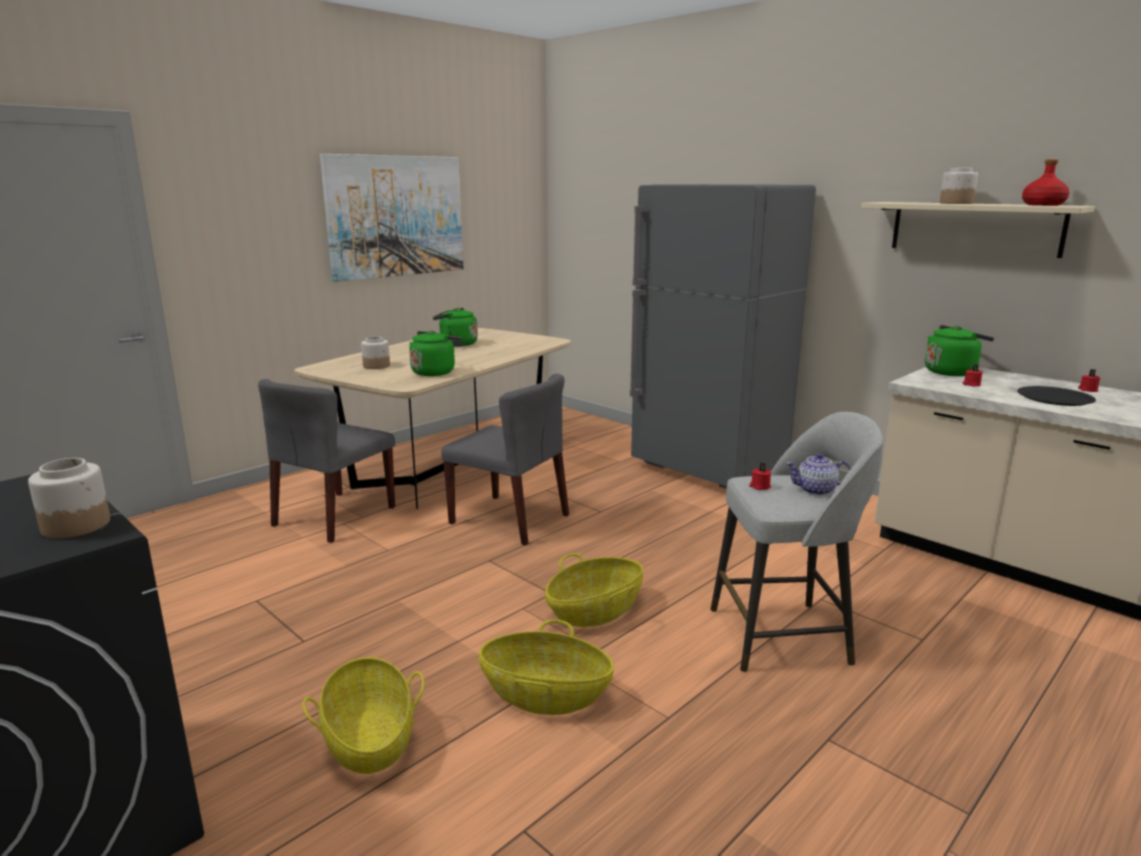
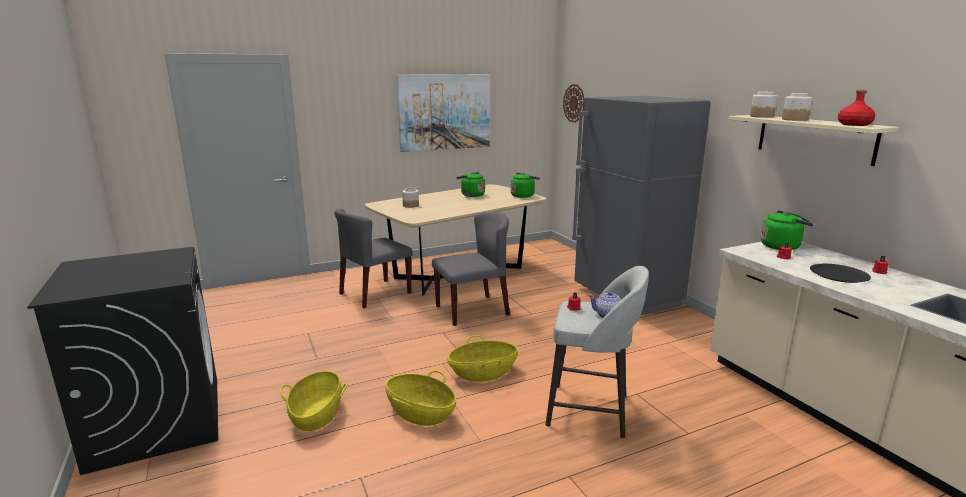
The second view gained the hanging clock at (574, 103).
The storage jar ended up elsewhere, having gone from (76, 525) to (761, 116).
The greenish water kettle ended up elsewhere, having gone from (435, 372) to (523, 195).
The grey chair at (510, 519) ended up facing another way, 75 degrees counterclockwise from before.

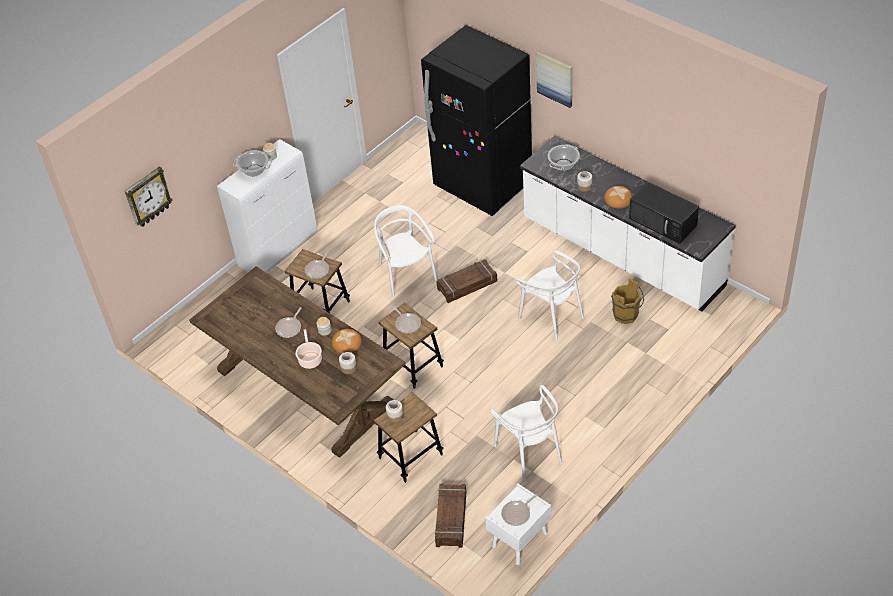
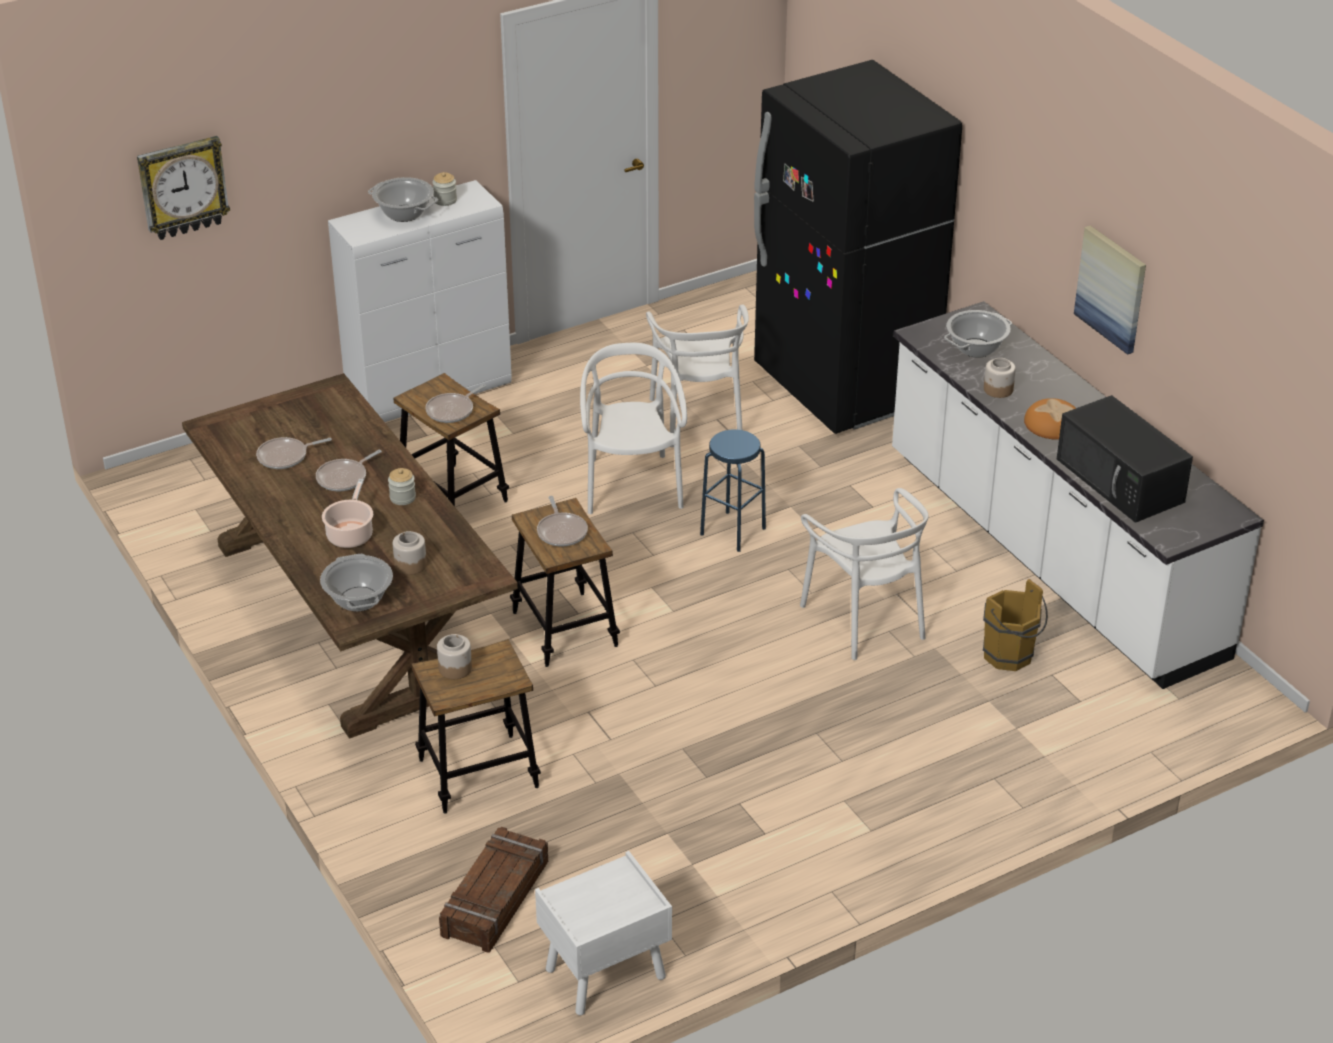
The second view lost the bakery bread at (347, 343).
The second view gained the cooking pot at (359, 599).
The whitish chair ended up elsewhere, having gone from (529, 452) to (699, 418).
The pan ended up elsewhere, having gone from (517, 514) to (285, 457).
The wall picture ended up elsewhere, having gone from (555, 78) to (1111, 289).
Where the packing crate stood at (467, 285), the blue sitting stool came to stand at (733, 531).

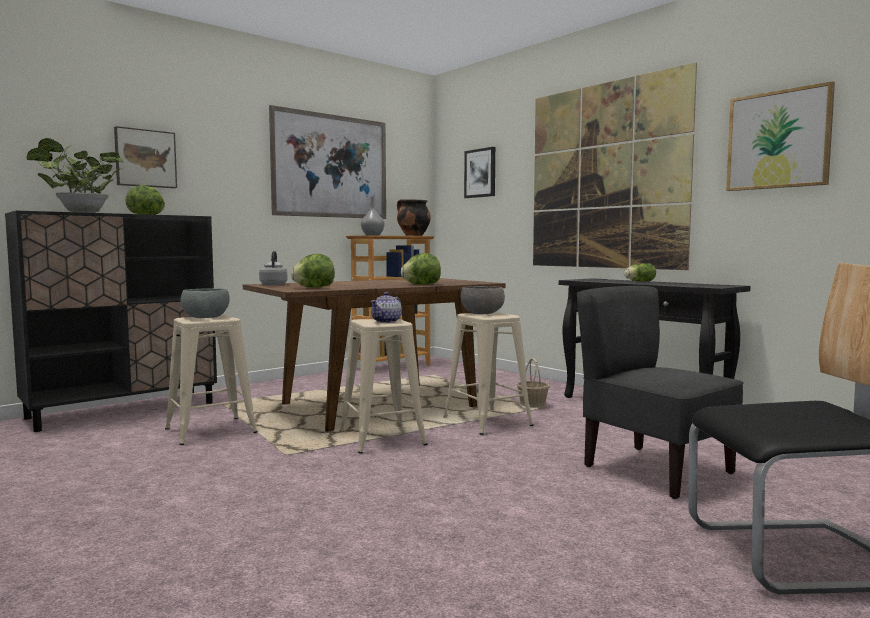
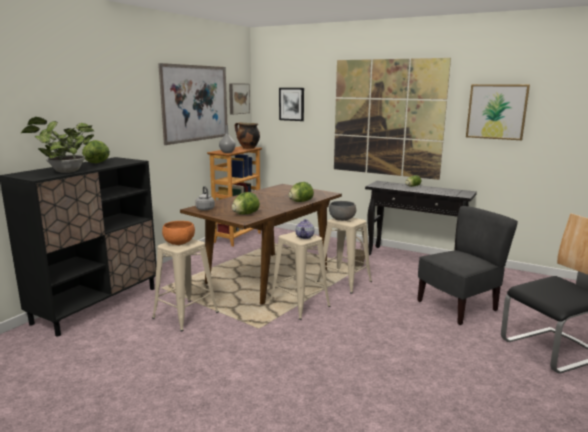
The wall picture ended up elsewhere, having gone from (145, 158) to (238, 98).
What was the grey deep dish at (205, 317) turned into the orangey deep dish at (179, 243).
The grey chair at (655, 470) ended up facing another way, 120 degrees clockwise from before.

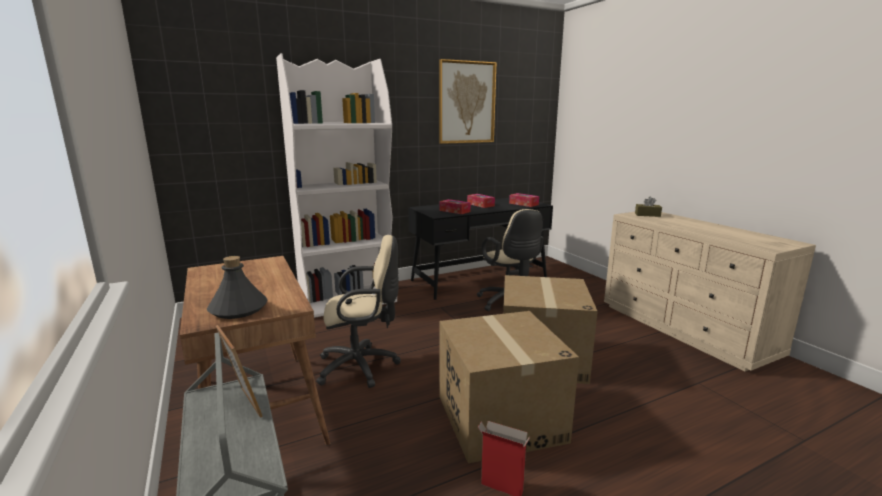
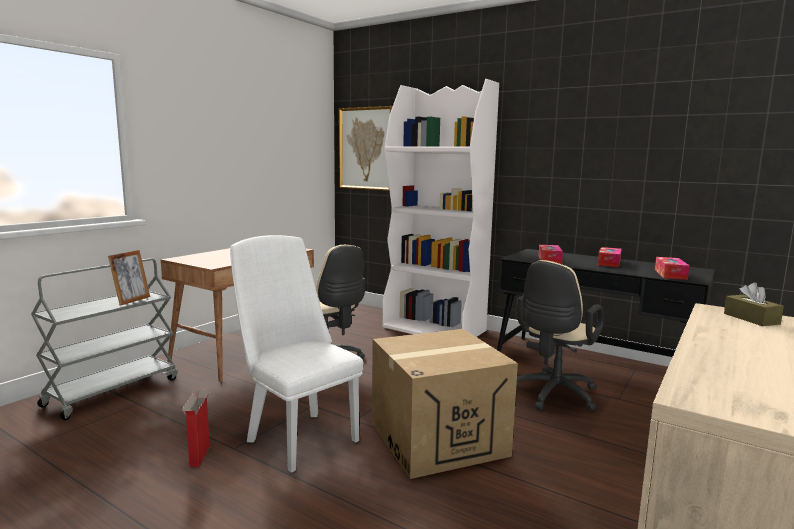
The second view lost the grey bottle at (238, 309).
The wall picture ended up elsewhere, having gone from (466, 102) to (366, 148).
Where the cardboard box stood at (499, 418), the whitish chair came to stand at (297, 436).

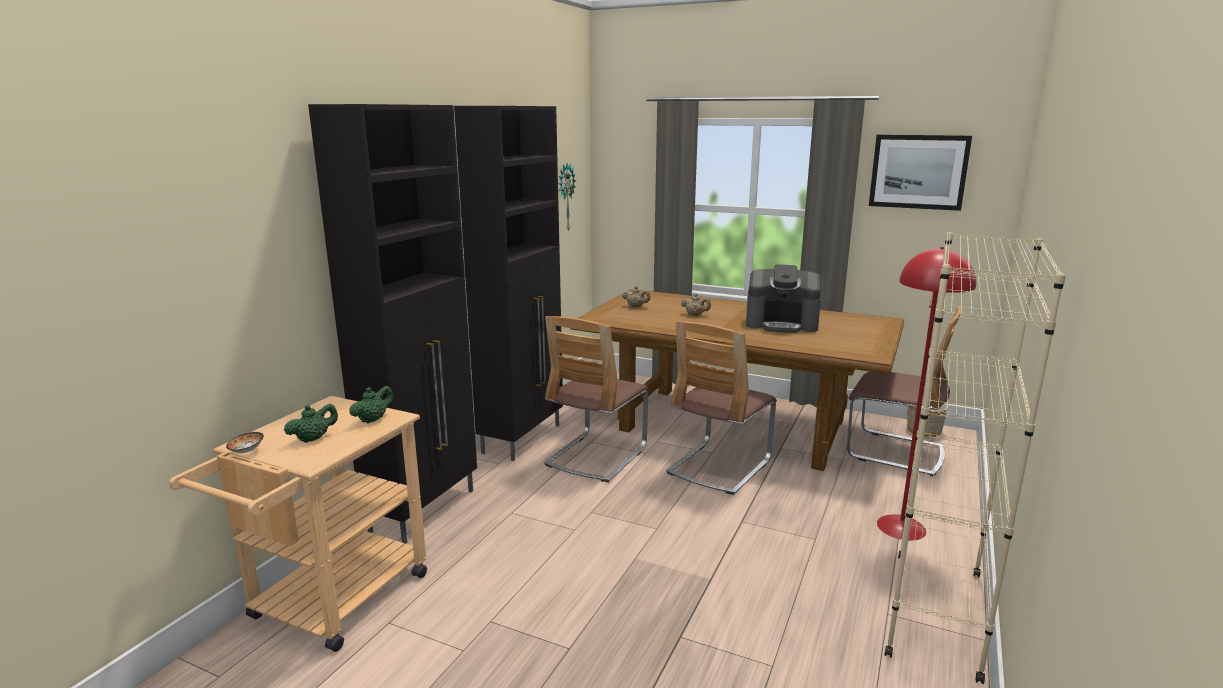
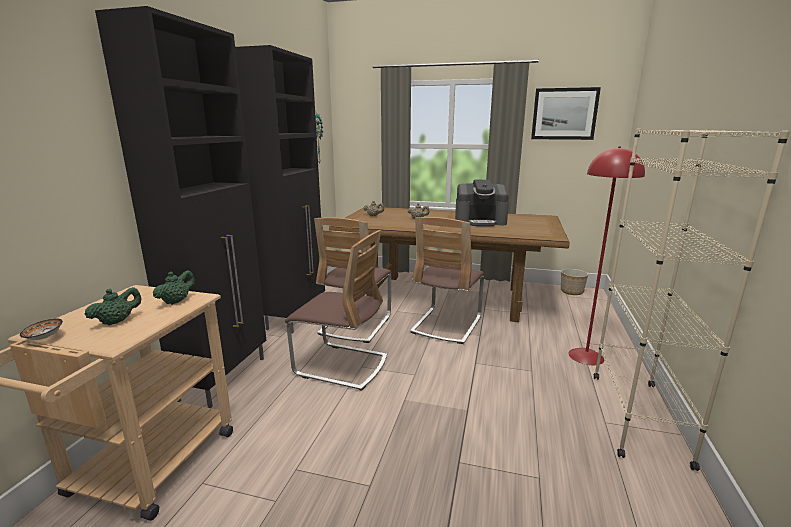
The chair ended up elsewhere, having gone from (894, 452) to (341, 365).

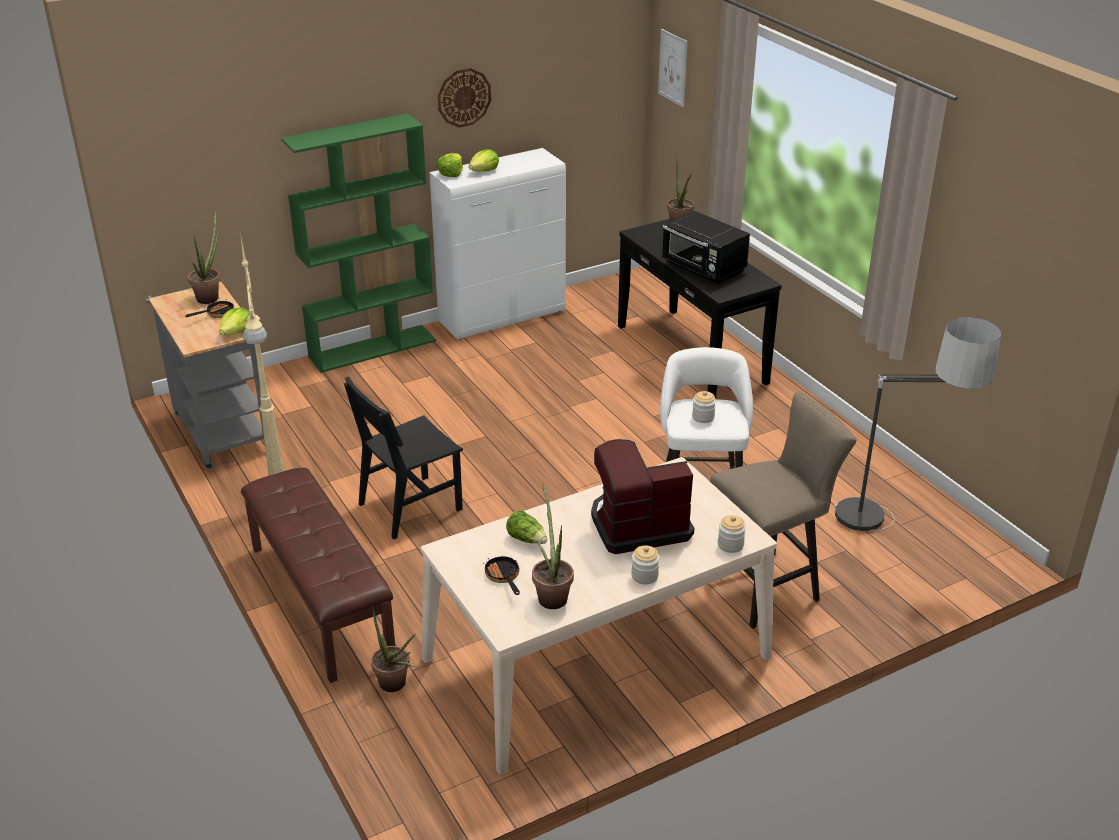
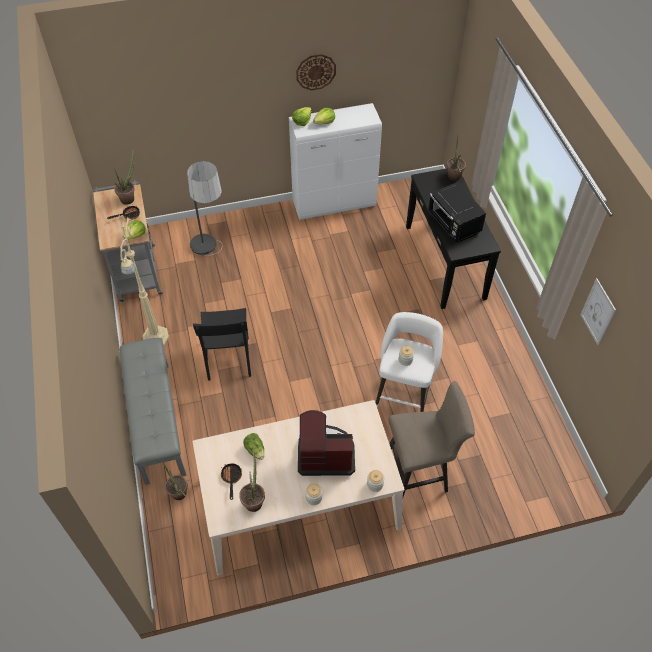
The second view lost the greenish bookshelf at (373, 348).
The wall picture ended up elsewhere, having gone from (673, 67) to (598, 312).
The standing lamp ended up elsewhere, having gone from (892, 535) to (212, 260).
What was the brown-coloured bench at (319, 601) turned into the grey bench at (156, 421).
The black-coloured chair at (410, 506) ended up facing another way, 75 degrees counterclockwise from before.

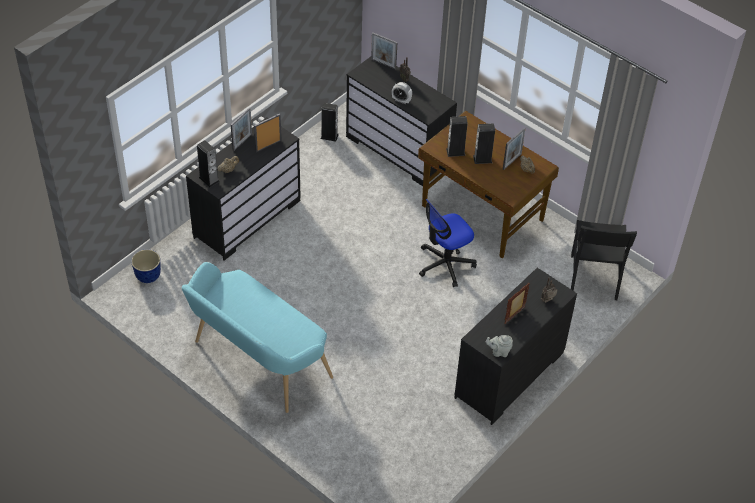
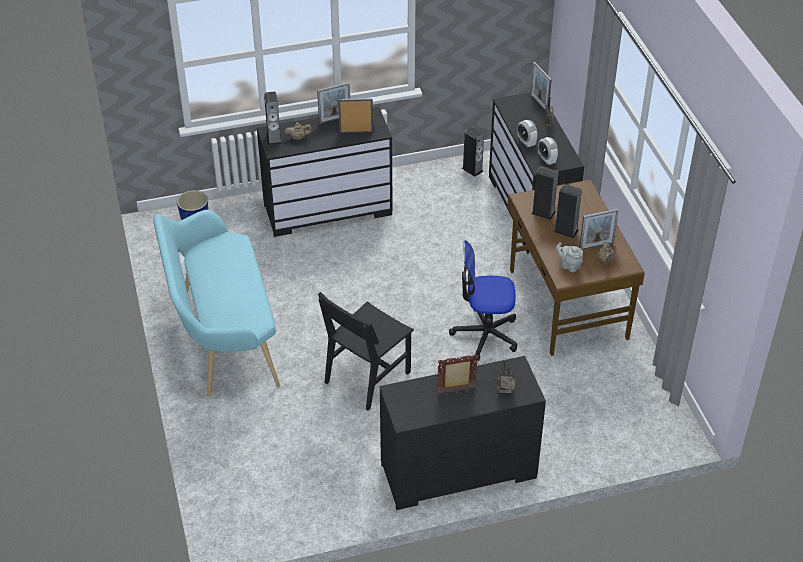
The second view gained the table clock at (547, 160).
The grey teapot ended up elsewhere, having gone from (499, 352) to (569, 266).
The black-coloured chair ended up elsewhere, having gone from (593, 277) to (367, 377).

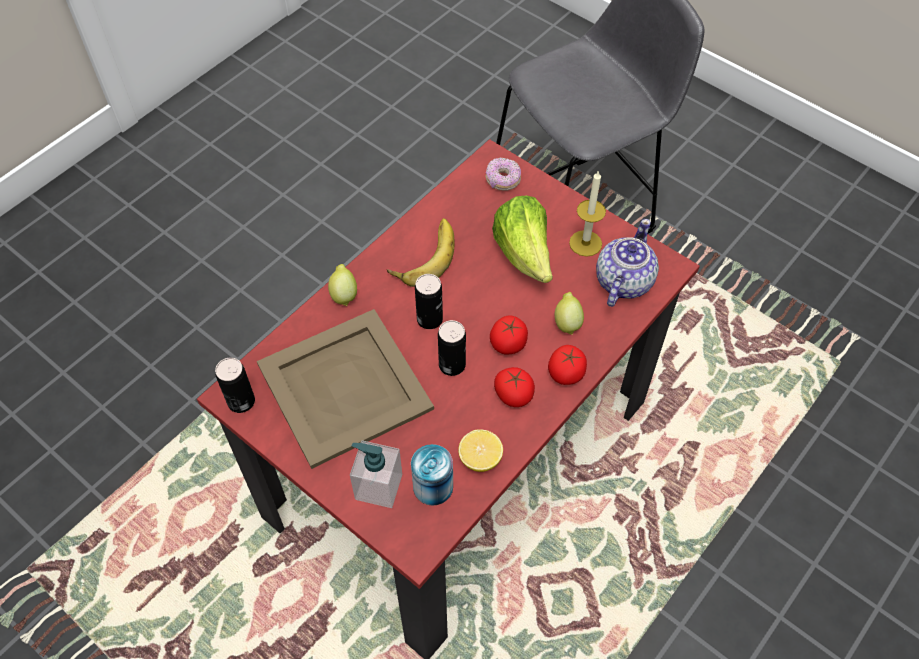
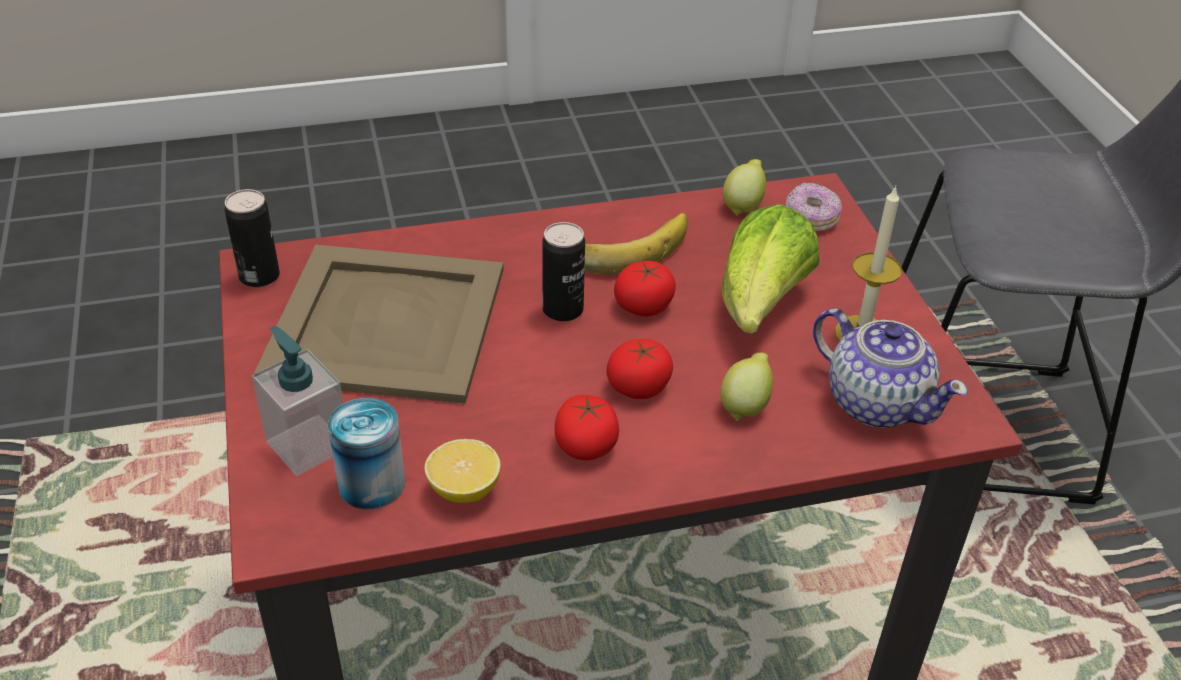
The second view lost the sealed can at (452, 365).
The citrus fruit ended up elsewhere, having gone from (344, 294) to (743, 206).
The whole tomato ended up elsewhere, having gone from (566, 372) to (644, 305).
The teapot at (622, 282) ended up facing another way, 75 degrees clockwise from before.

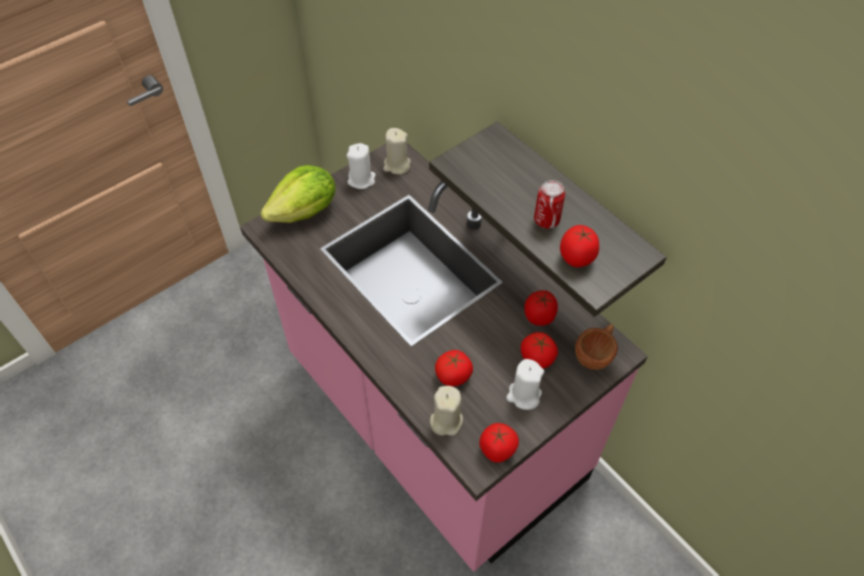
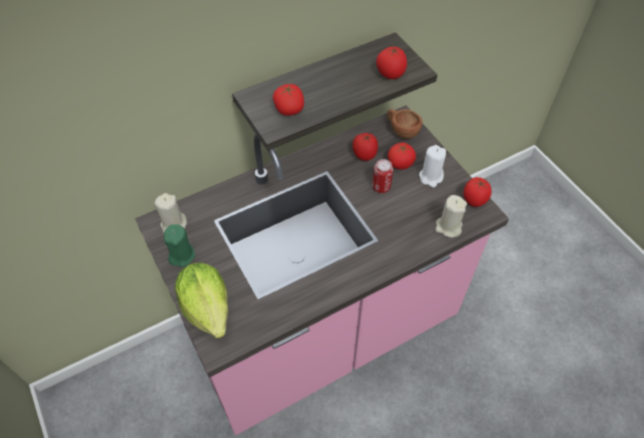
The whole tomato ended up elsewhere, having gone from (453, 375) to (289, 110).
The sealed can ended up elsewhere, having gone from (546, 220) to (381, 187).
What was the whitish candle at (361, 180) turned into the greenish candle at (182, 255).

